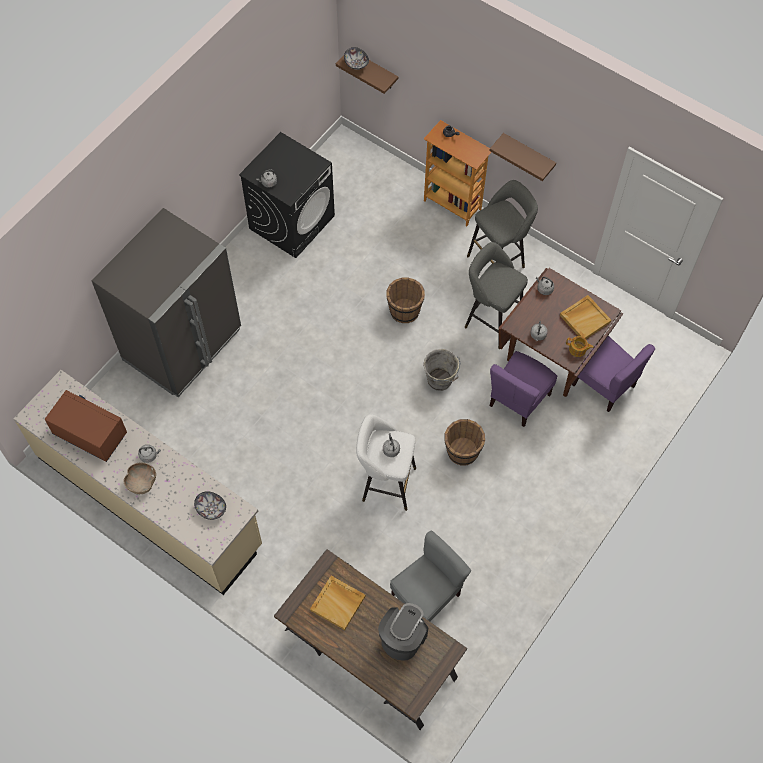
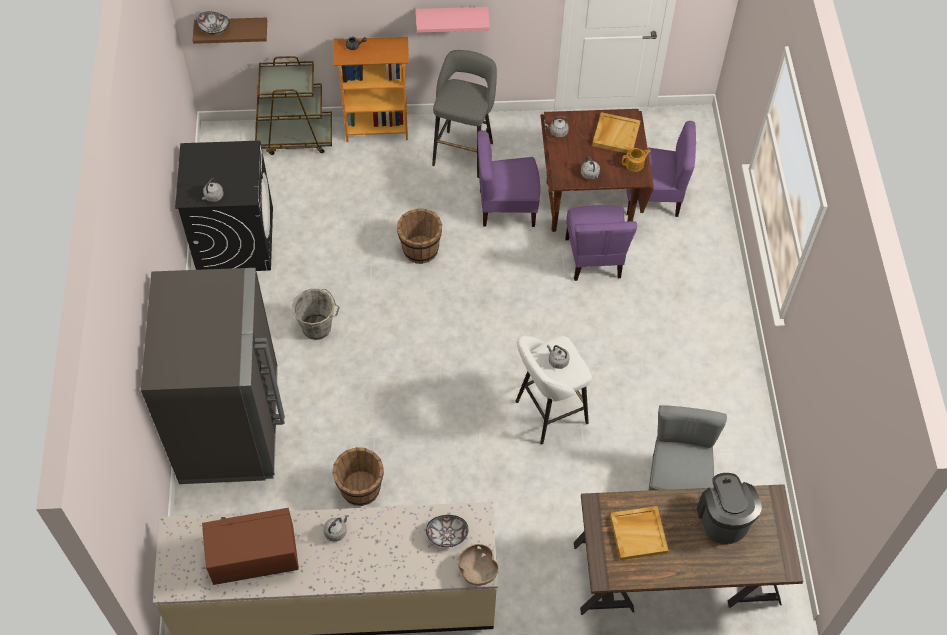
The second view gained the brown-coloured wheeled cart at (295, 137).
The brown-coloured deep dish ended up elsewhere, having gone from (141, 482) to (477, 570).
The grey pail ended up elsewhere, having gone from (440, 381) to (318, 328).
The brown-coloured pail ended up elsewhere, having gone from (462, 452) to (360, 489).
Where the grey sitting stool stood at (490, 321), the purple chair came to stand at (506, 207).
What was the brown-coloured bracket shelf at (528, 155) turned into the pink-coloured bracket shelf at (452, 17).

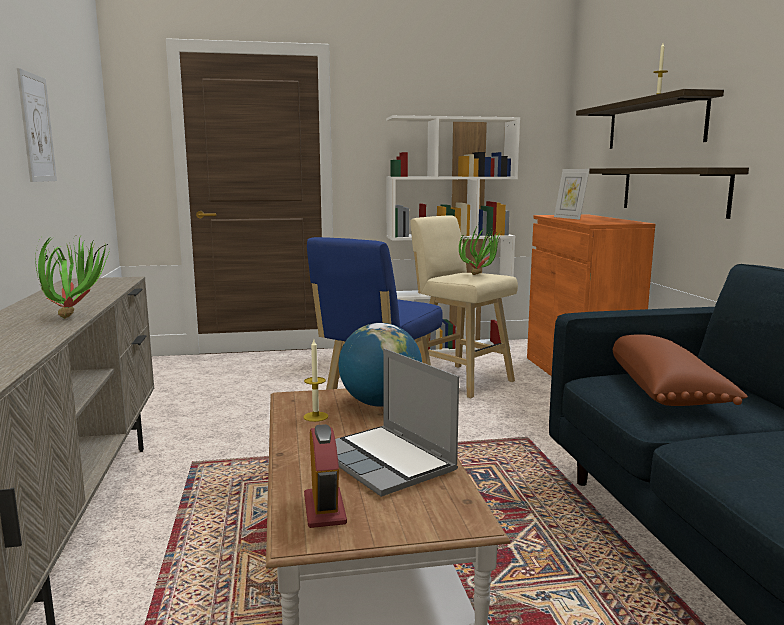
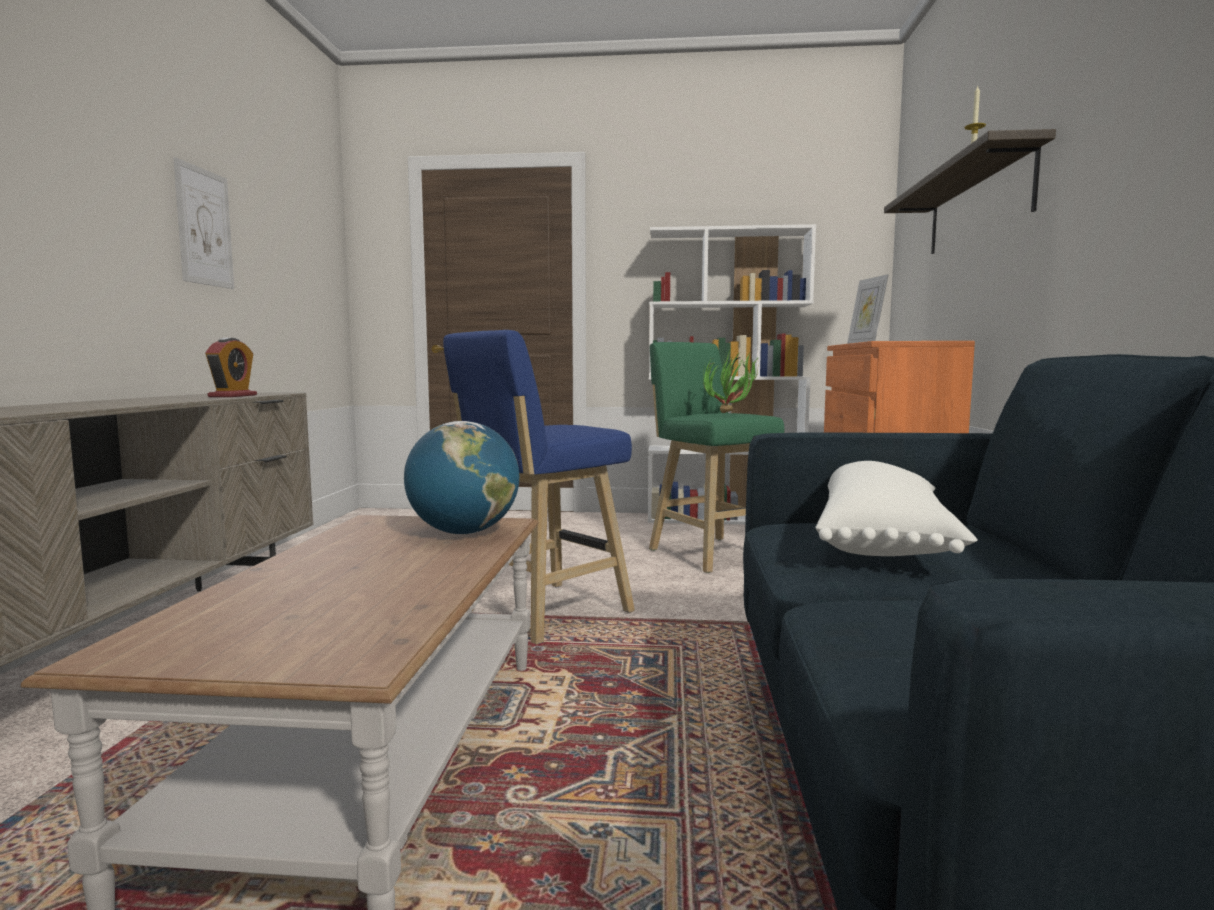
The second view lost the potted plant at (74, 316).
The second view lost the candle at (315, 416).
The second view lost the portable computer at (387, 462).
The second view lost the bracket shelf at (672, 190).
The table clock ended up elsewhere, having gone from (324, 509) to (233, 396).
What was the beige-coloured sitting stool at (460, 380) turned into the greenish sitting stool at (710, 553).
What was the brown-coloured cushion at (666, 391) turned into the whitish cushion at (884, 542).

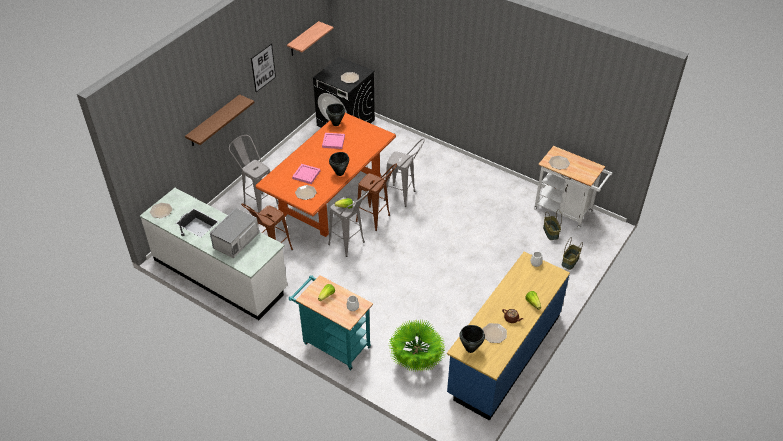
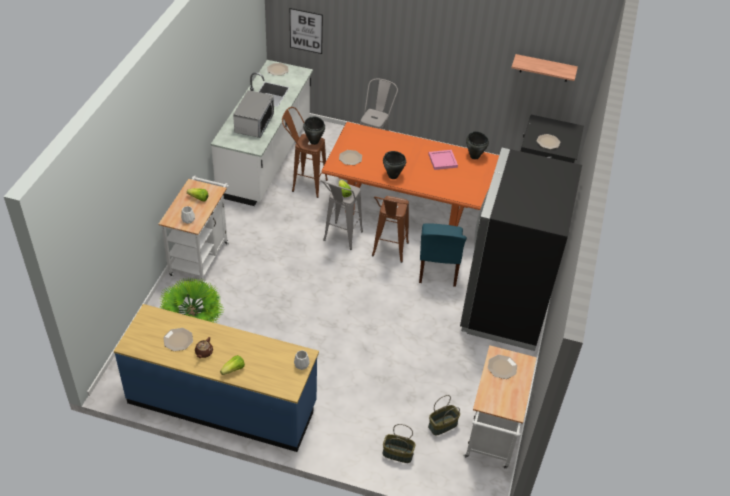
The second view lost the brown-coloured bracket shelf at (214, 121).
The second view lost the pink-coloured carrying tray at (306, 174).
The second view gained the black-coloured fridge at (505, 305).
The wall picture ended up elsewhere, having gone from (263, 67) to (306, 30).
The black-coloured cooking pot ended up elsewhere, having gone from (470, 348) to (314, 141).
Where the grey sitting stool stood at (404, 197), the blue chair came to stand at (438, 269).
What was the blue-green wheeled cart at (333, 344) turned into the whitish wheeled cart at (201, 256).
The kitchen microwave at (236, 241) ended up facing another way, 90 degrees clockwise from before.

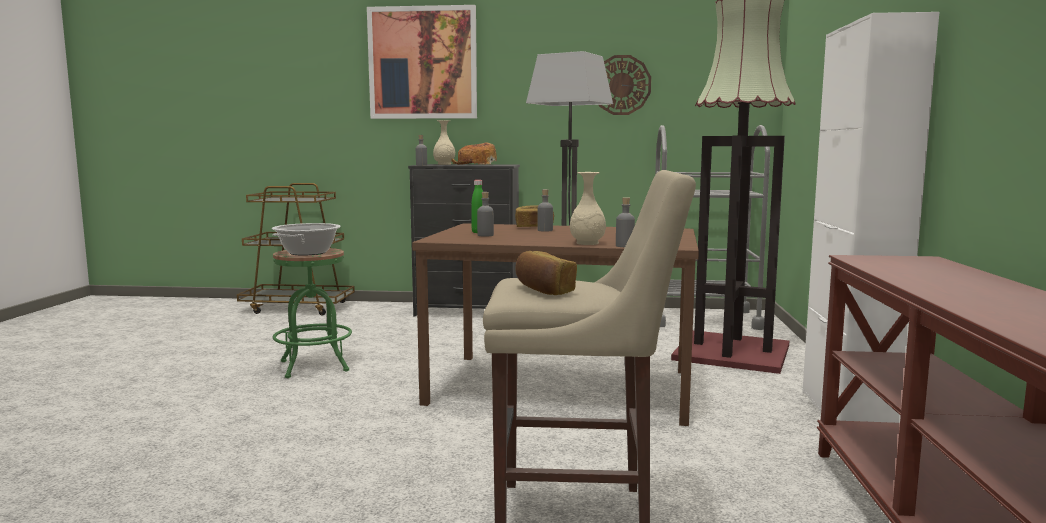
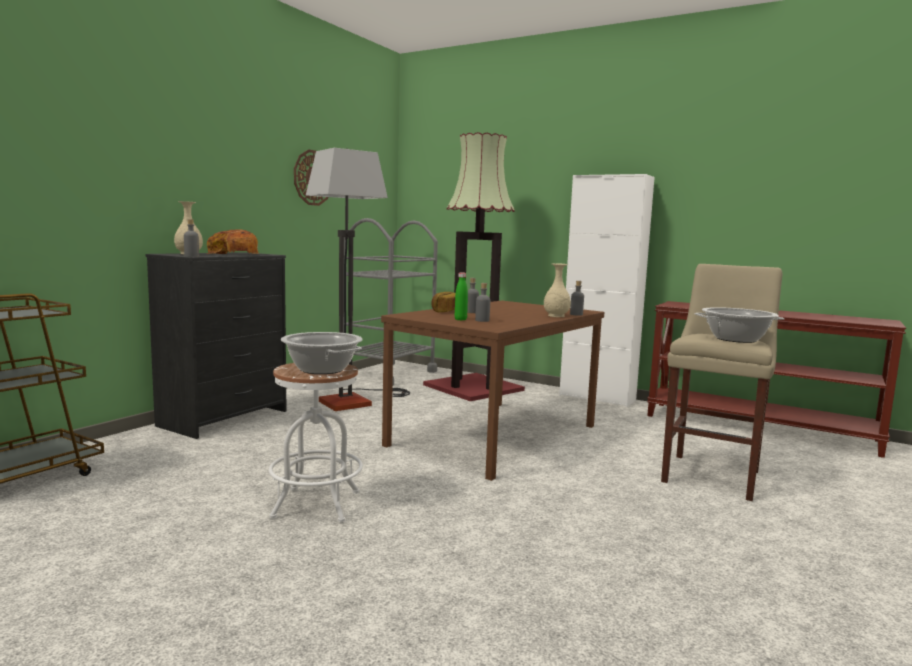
The second view lost the wall picture at (423, 63).
Where the bakery bread stood at (543, 290), the cooking pot came to stand at (736, 339).
What was the greenish sitting stool at (314, 366) turned into the whitish sitting stool at (316, 504).

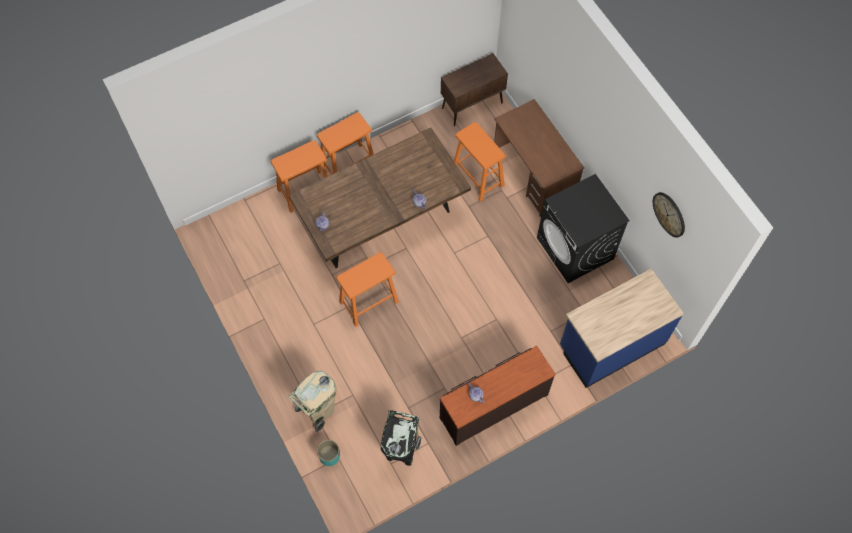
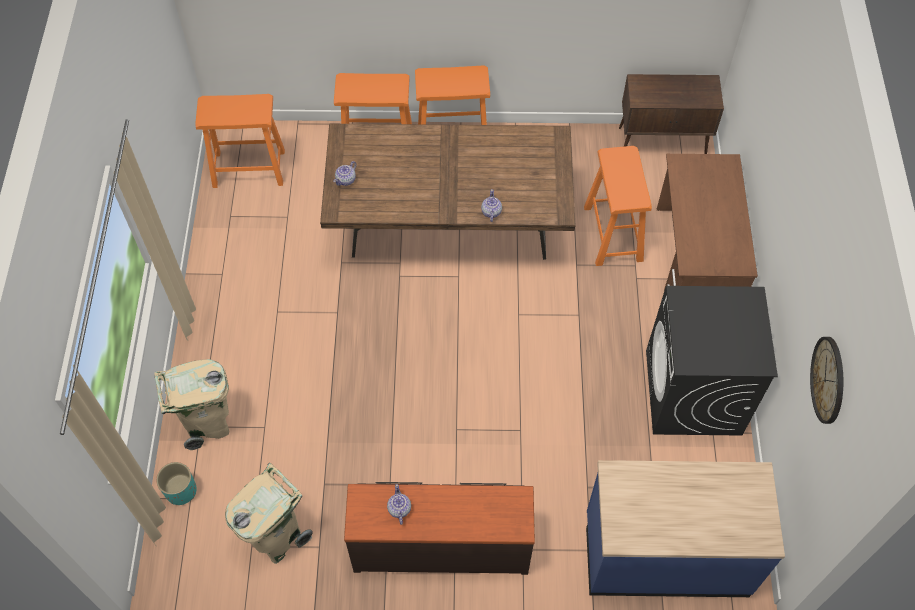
The orangey sitting stool ended up elsewhere, having gone from (368, 302) to (248, 168).
What was the black-coloured trash can at (401, 451) turned into the beige-coloured trash can at (276, 537).

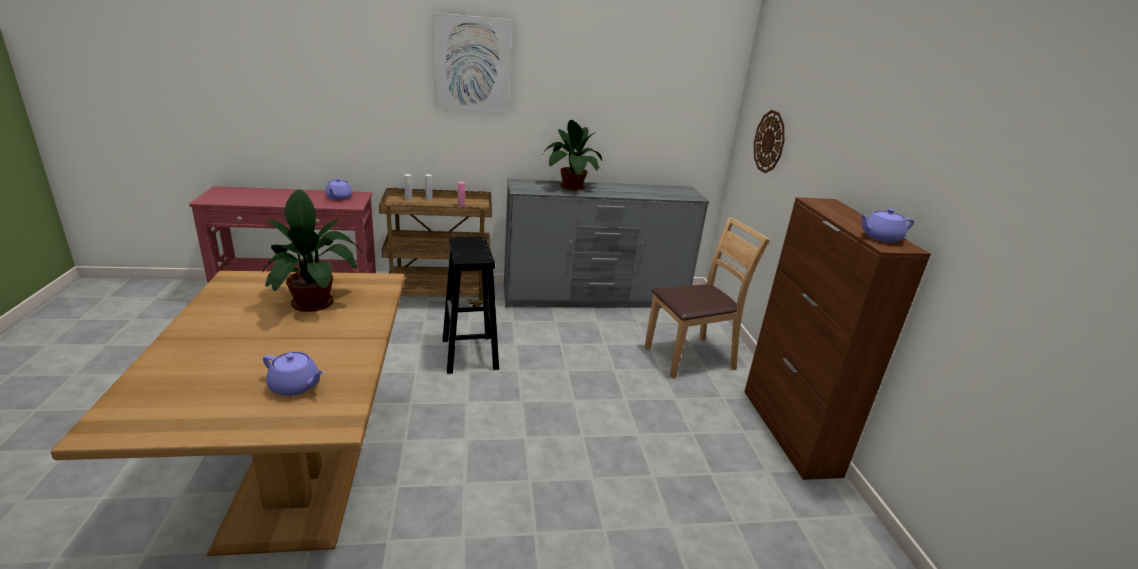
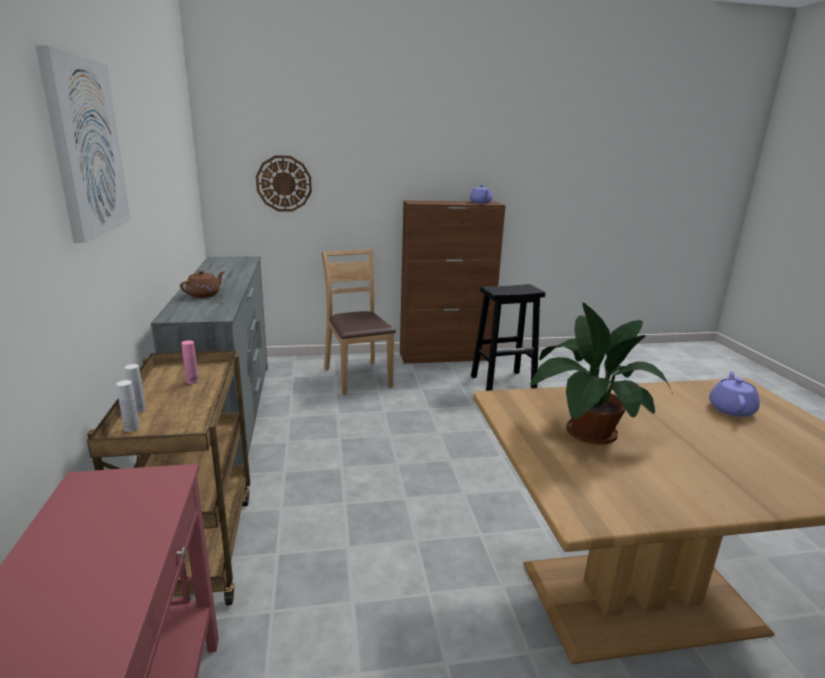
The second view lost the purple teapot at (338, 197).
The black-coloured sitting stool ended up elsewhere, having gone from (470, 354) to (504, 382).
Where the potted plant stood at (570, 187), the brown-coloured teapot came to stand at (204, 295).

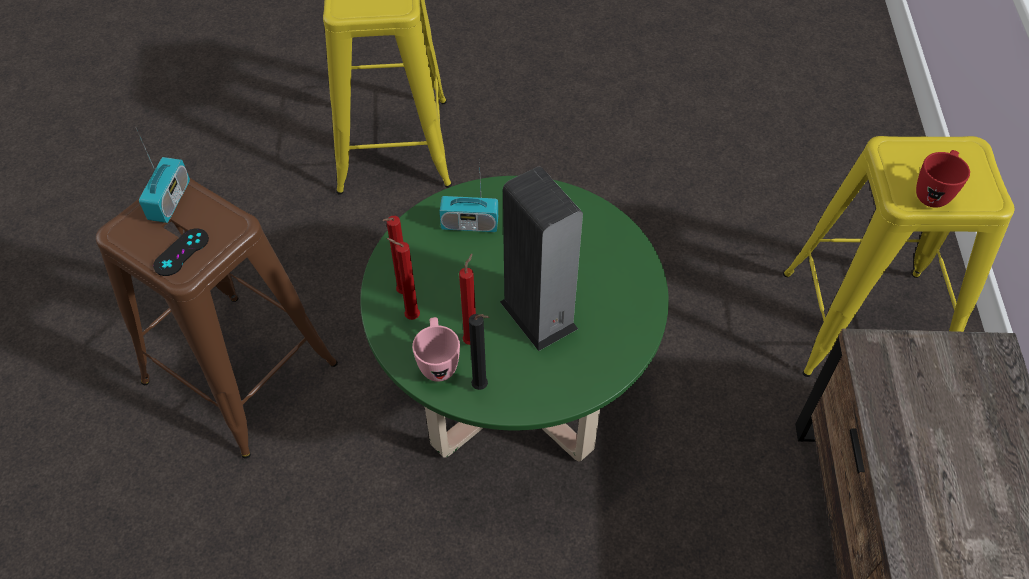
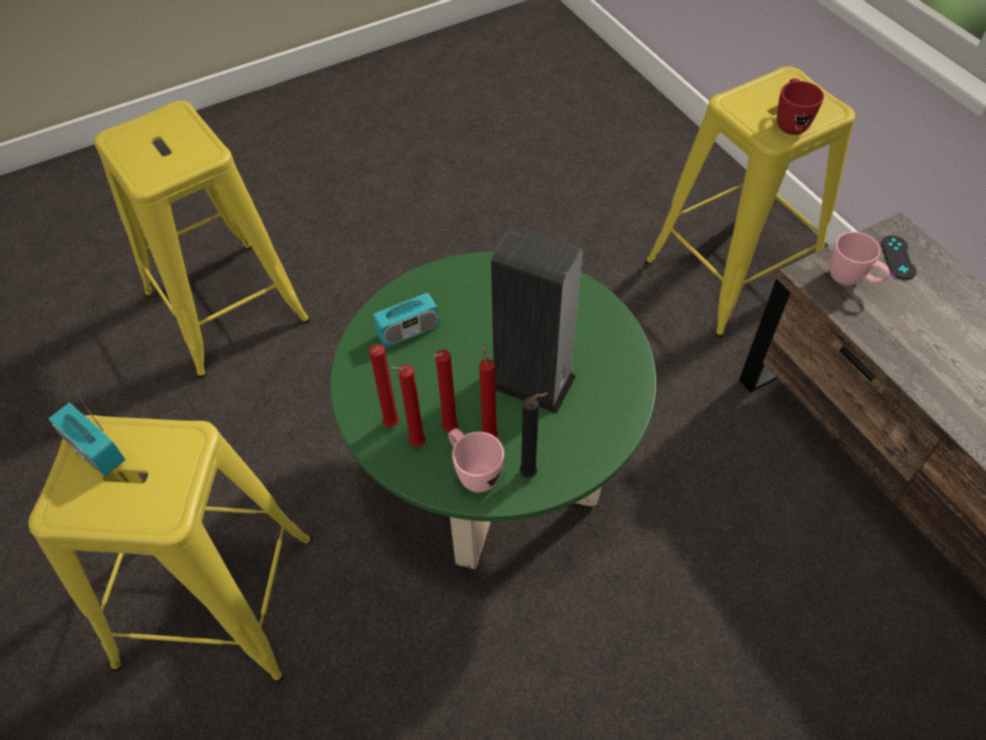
The second view gained the red-coloured candle at (448, 431).
The second view gained the pink-coloured coffee mug at (851, 281).
The black-coloured joypad ended up elsewhere, having gone from (181, 252) to (898, 257).
What was the brown-coloured sitting stool at (240, 372) turned into the yellowish sitting stool at (216, 600).
The radio at (170, 201) ended up facing another way, 150 degrees clockwise from before.

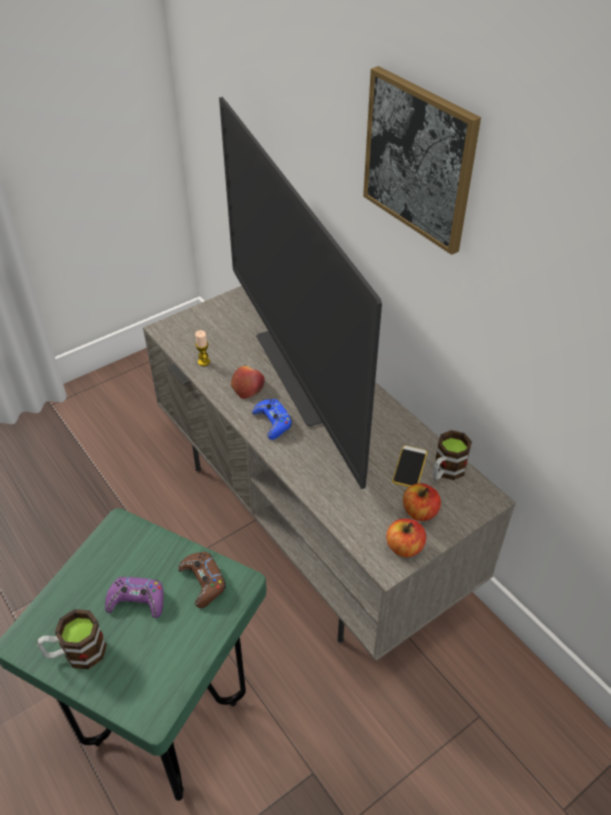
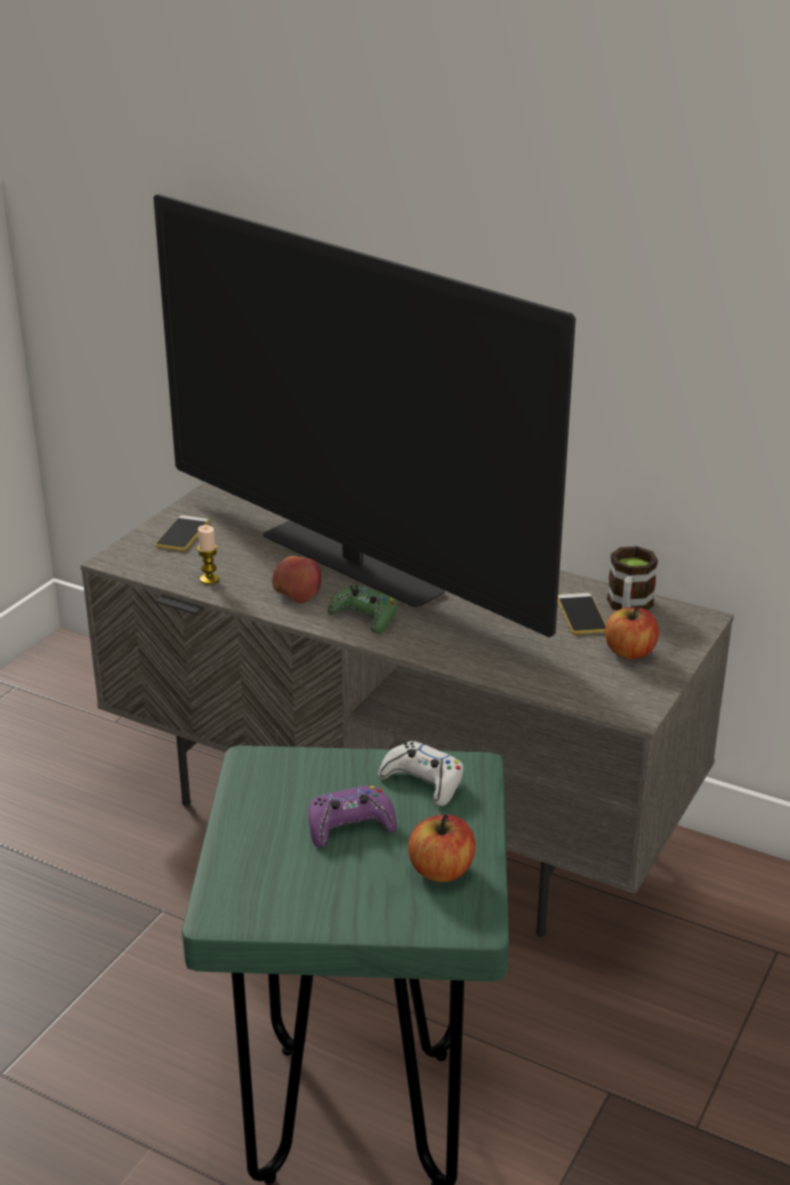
The second view lost the coffee mug at (76, 653).
The second view lost the wall picture at (419, 159).
The second view gained the handset at (182, 534).
The apple ended up elsewhere, having gone from (404, 547) to (441, 870).
What was the brown-coloured joypad at (203, 582) turned into the whitish joypad at (423, 781).
What was the blue joypad at (273, 422) turned into the greenish joypad at (364, 616).

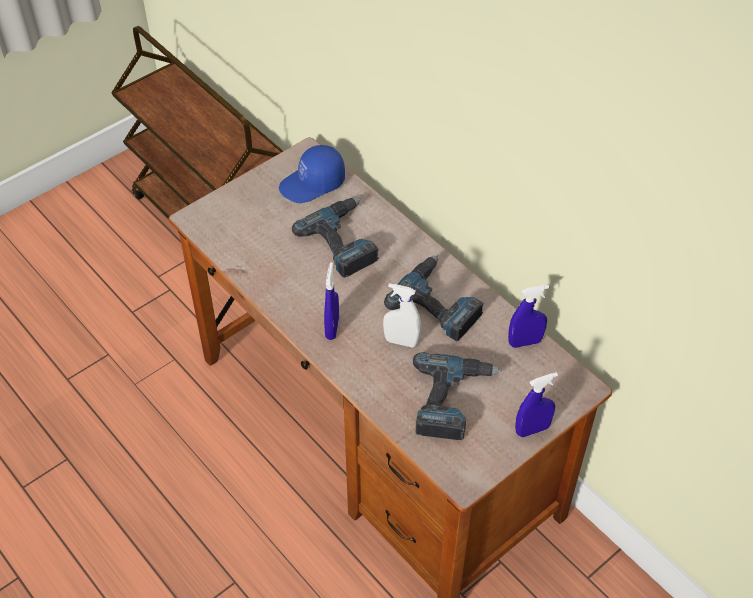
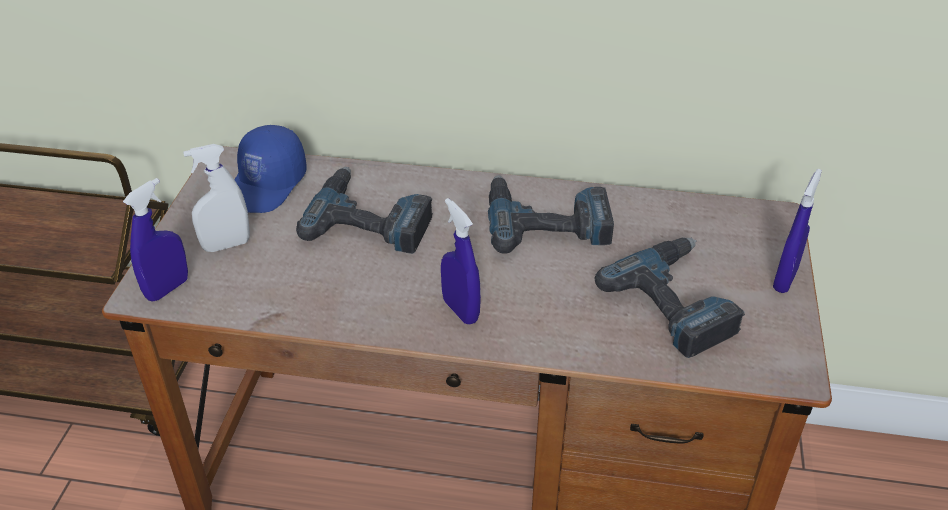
The whitish spray bottle ended up elsewhere, having gone from (401, 341) to (226, 245).
The blue spray bottle ended up elsewhere, having gone from (525, 342) to (167, 289).

